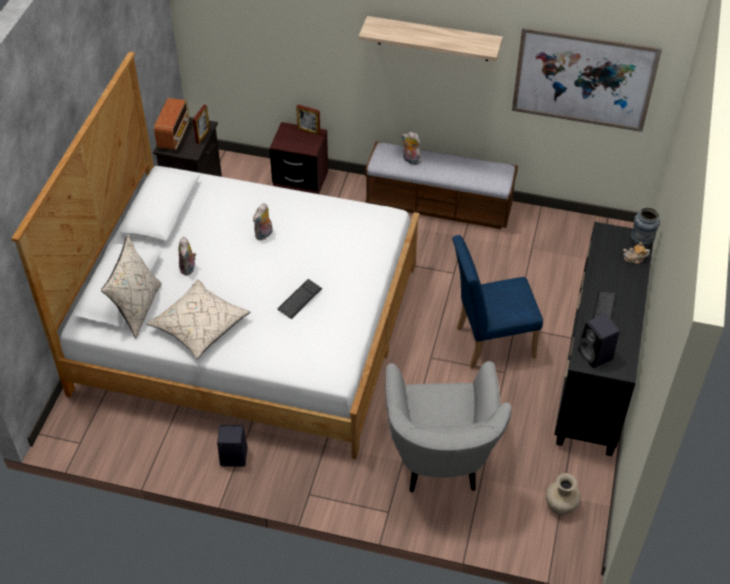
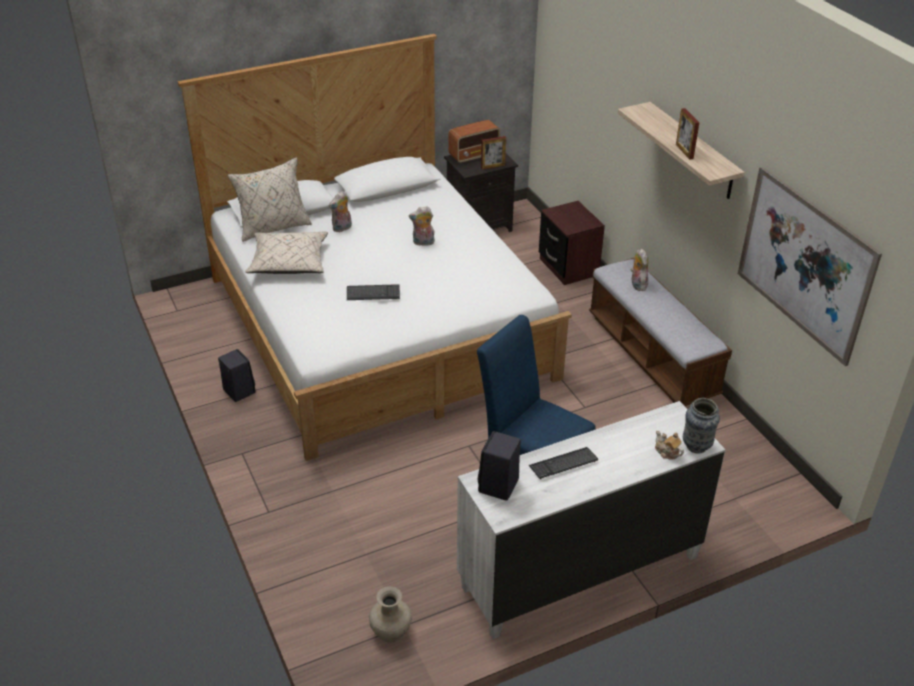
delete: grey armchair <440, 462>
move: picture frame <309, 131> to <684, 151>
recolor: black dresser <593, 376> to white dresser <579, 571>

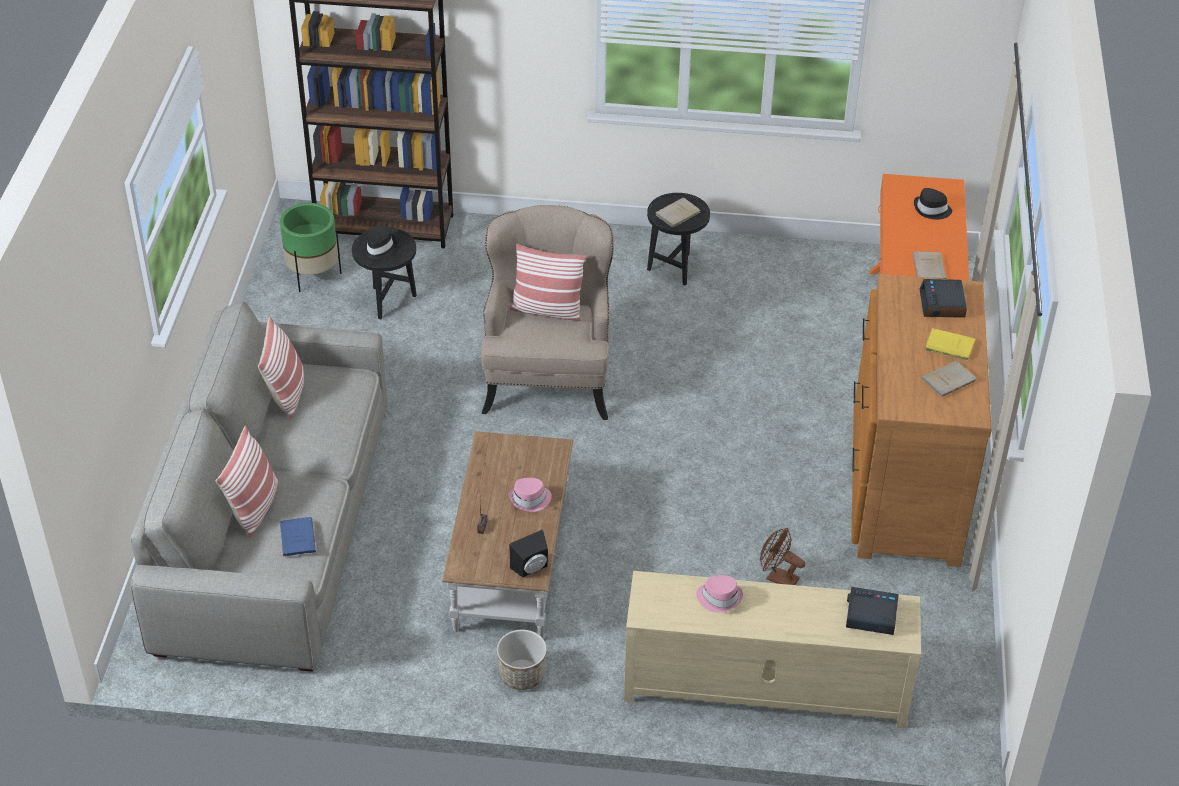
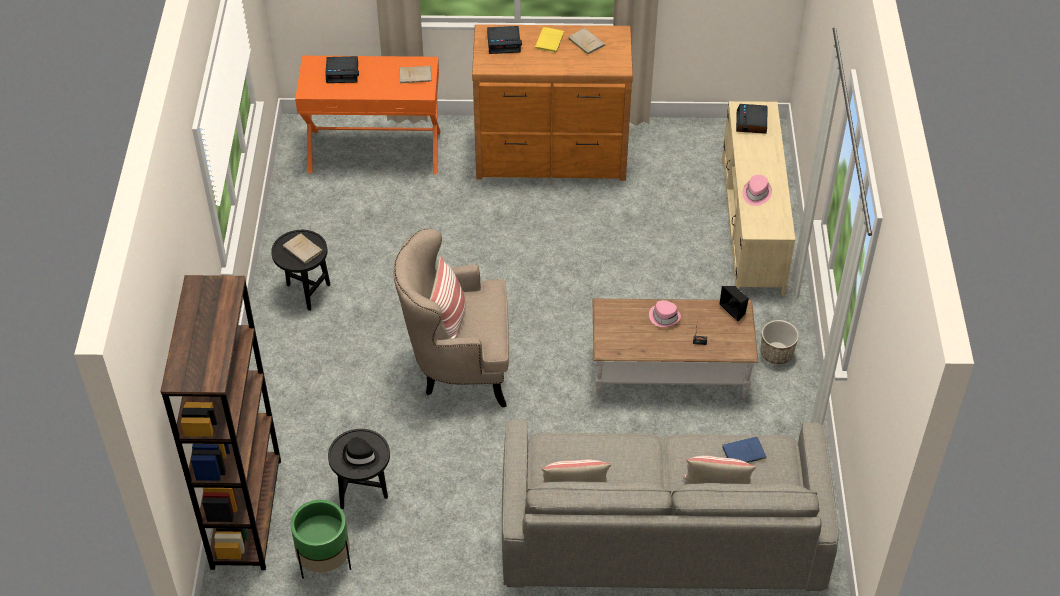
delete: brown fan <777, 578>
replace: black hat <931, 210> to alarm clock <342, 73>

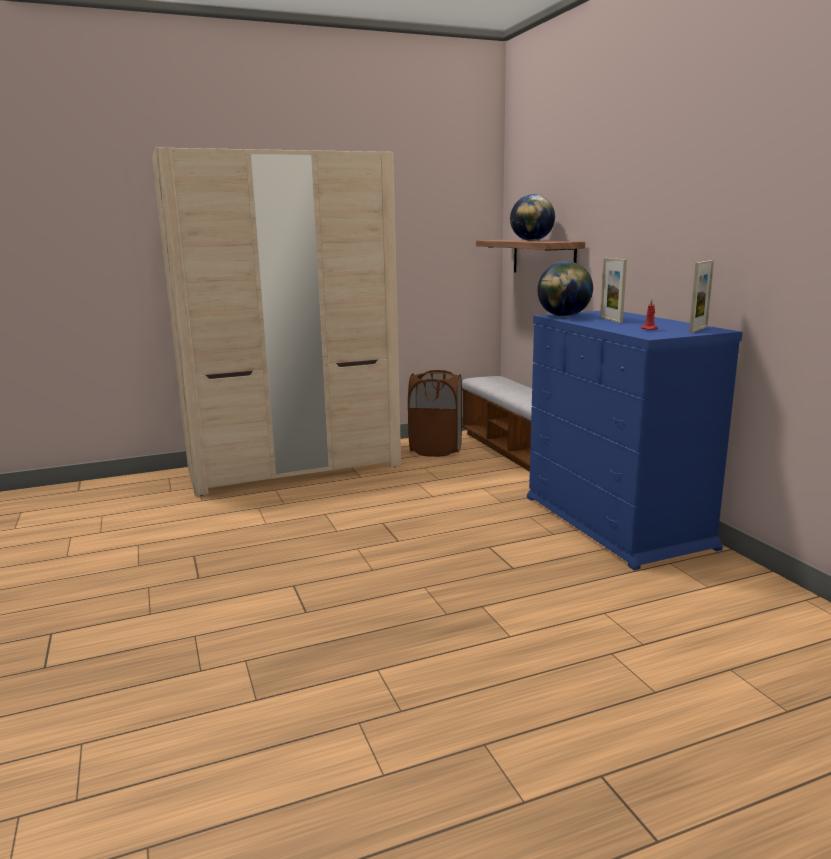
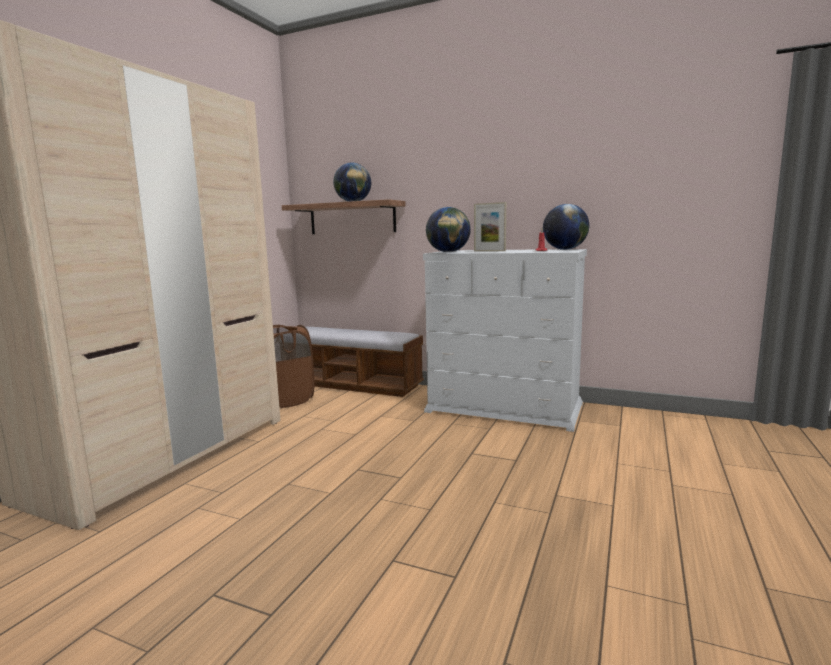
replace: picture frame <698, 329> to globe <565, 249>
recolor: blue dresser <616, 522> to white dresser <505, 408>

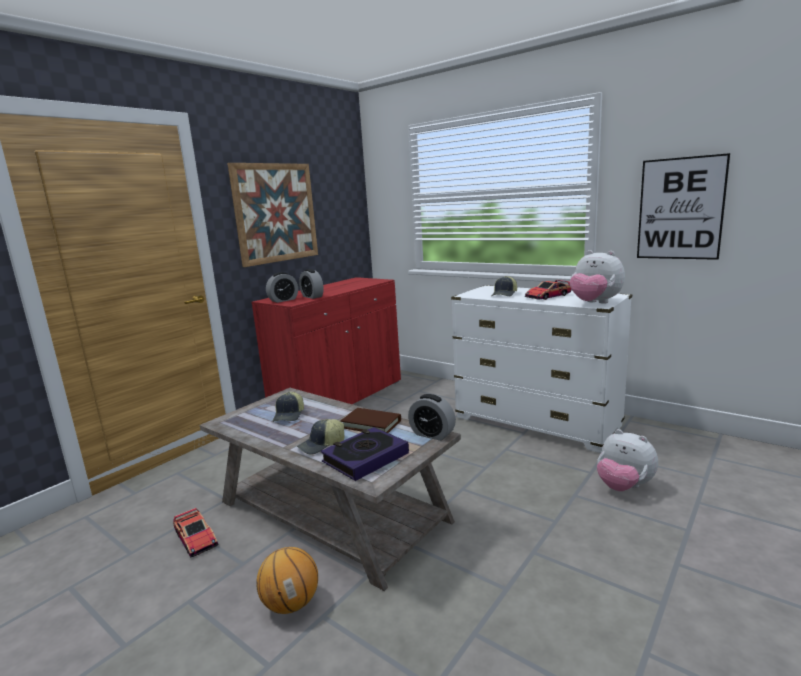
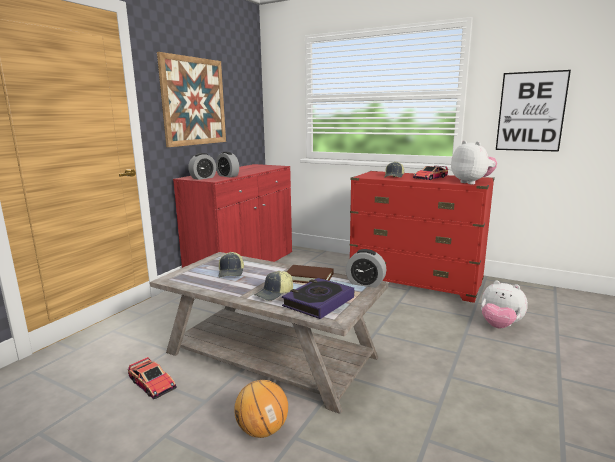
recolor: white dresser <536, 422> to red dresser <415, 282>
rotate: plush toy <594, 303> = <471, 182> 150 degrees counterclockwise

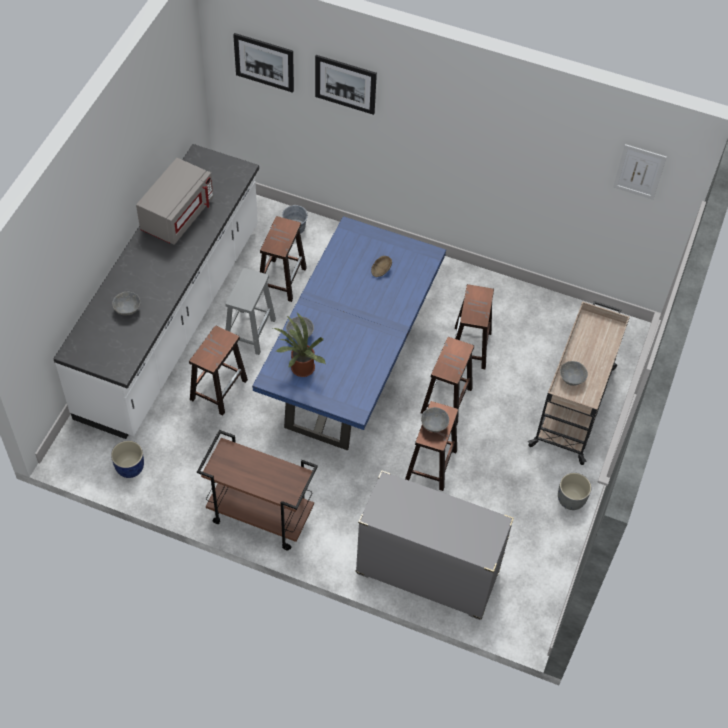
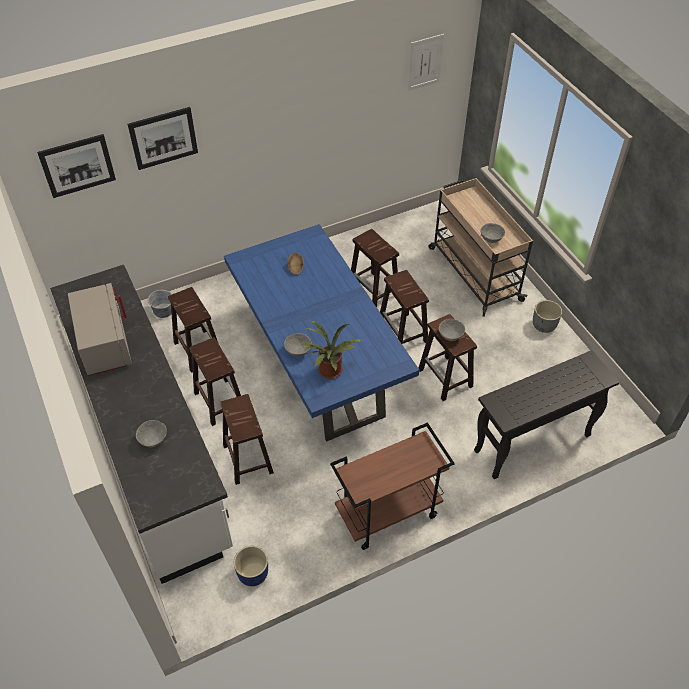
replace: grey dresser <427, 573> to black console table <531, 444>
recolor: grey stool <250, 331> to brown stool <219, 401>

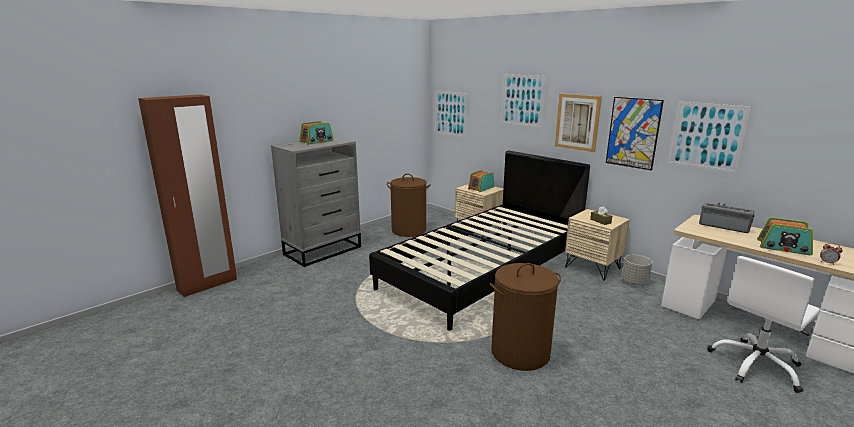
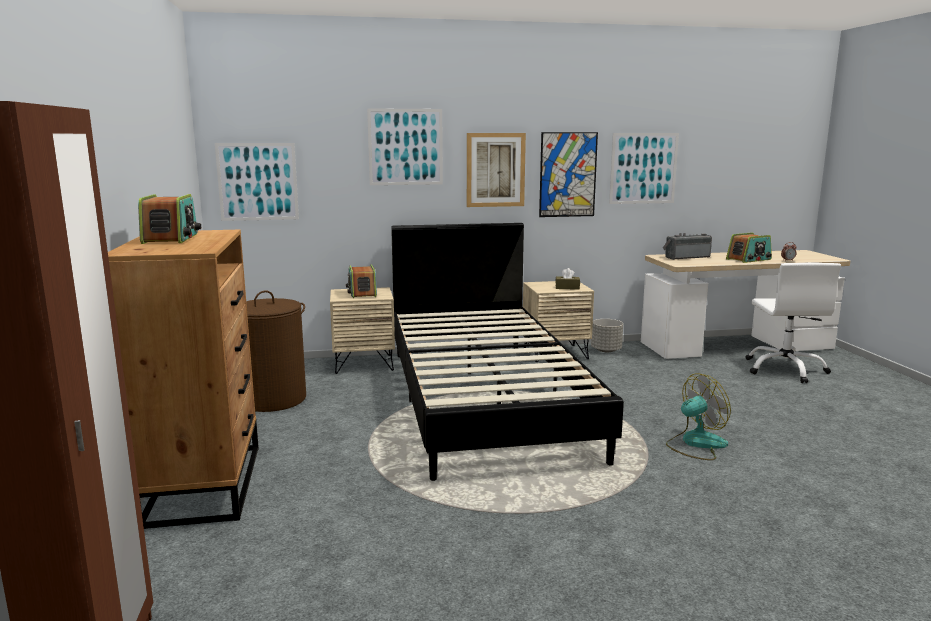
replace: brown laundry basket <520, 352> to fan <696, 444>
recolor: grey dresser <323, 250> to brown dresser <205, 483>

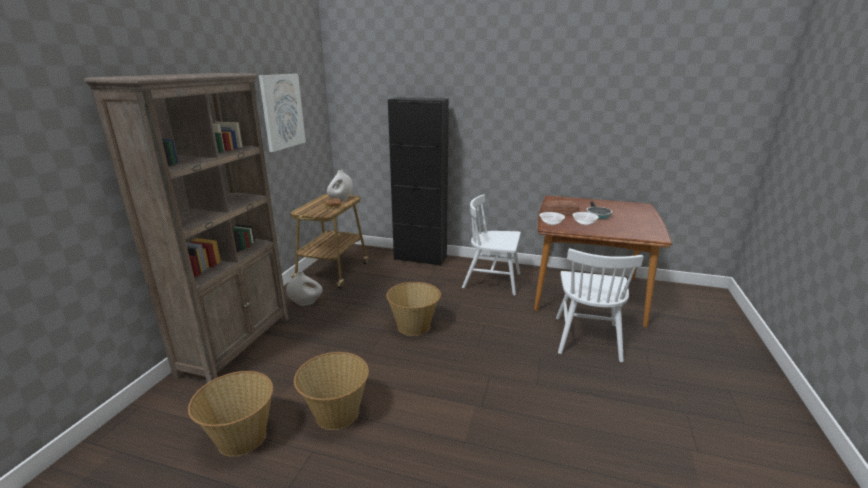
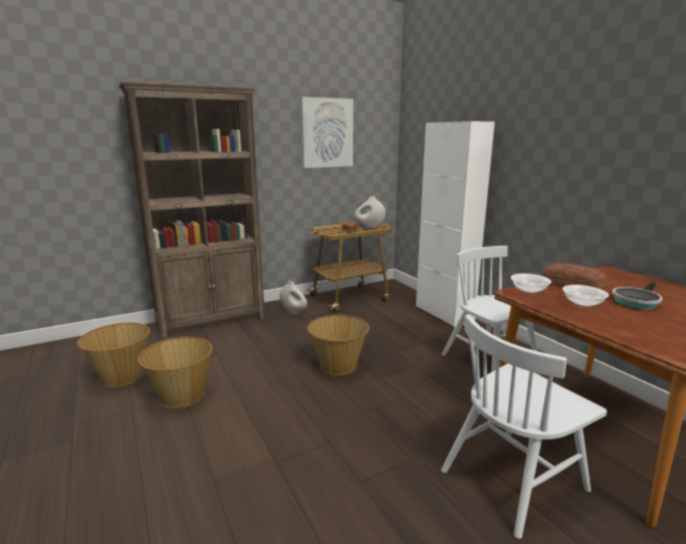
recolor: black cabinet <420, 258> to white cabinet <444, 314>

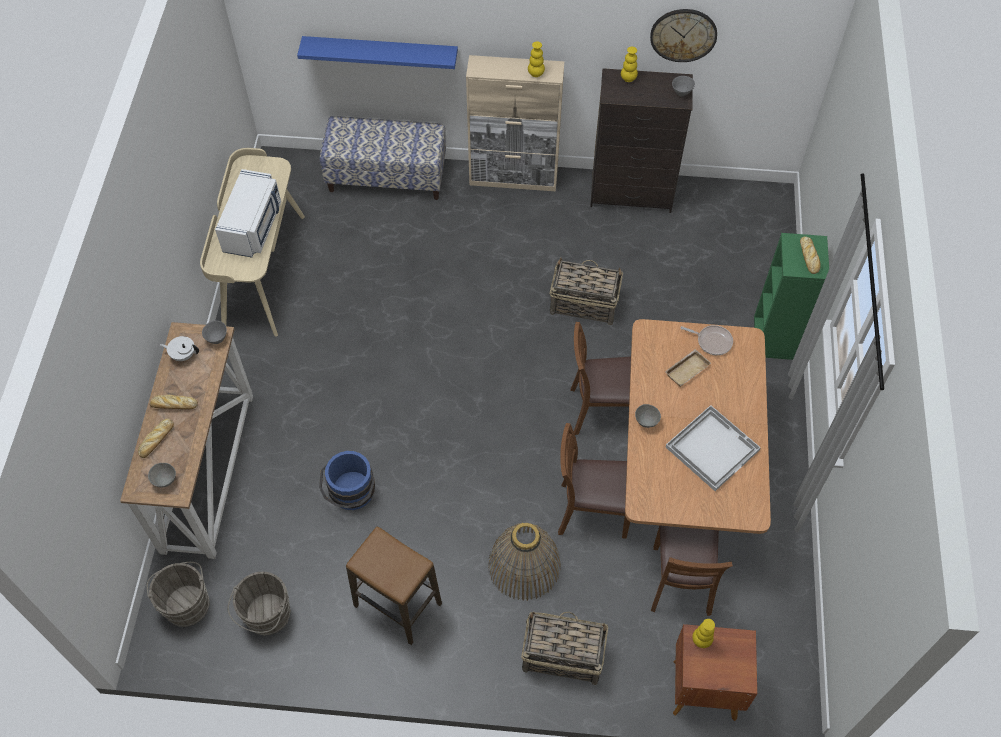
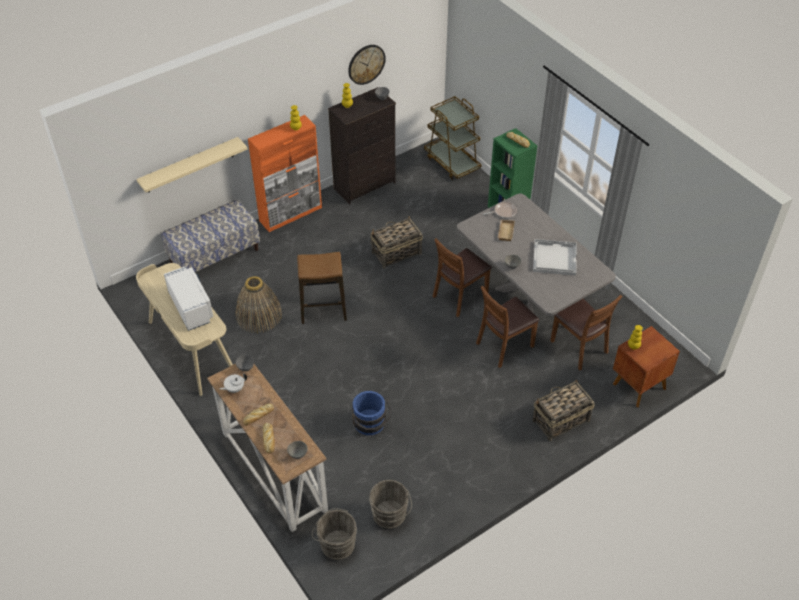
insert: brown cart <452, 163>
move: stool <397, 605> to <323, 310>; basket <524, 566> to <259, 315>
recolor: blue shelf <380, 52> to beige shelf <189, 165>; beige cabinet <514, 178> to orange cabinet <291, 214>; brown dining table <682, 469> to grey dining table <527, 297>

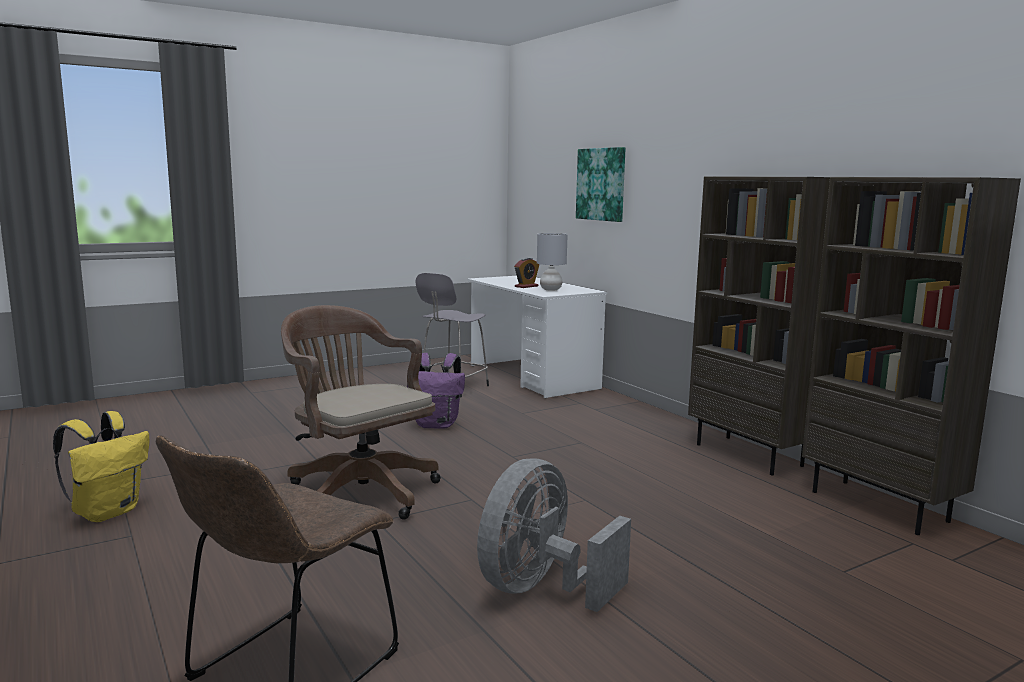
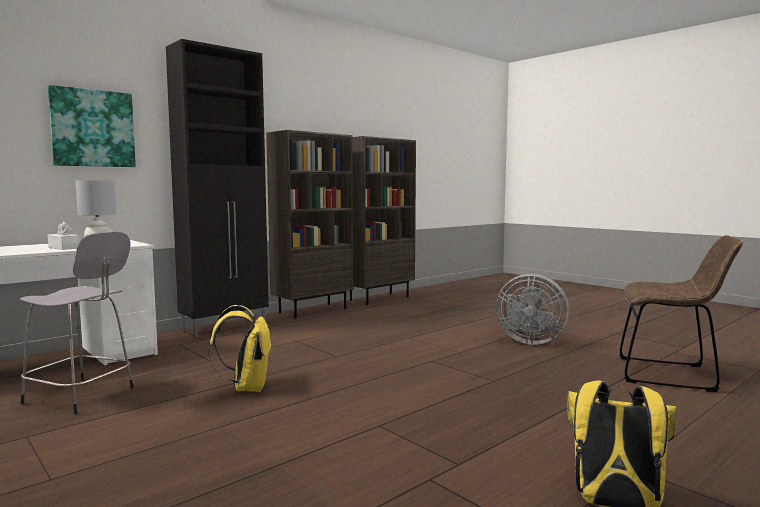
delete: brown office chair <358, 490>
insert: black cabinet <226, 327>
replace: alarm clock <526, 286> to white tissue box <63, 248>
recolor: purple backpack <437, 424> to yellow backpack <247, 388>

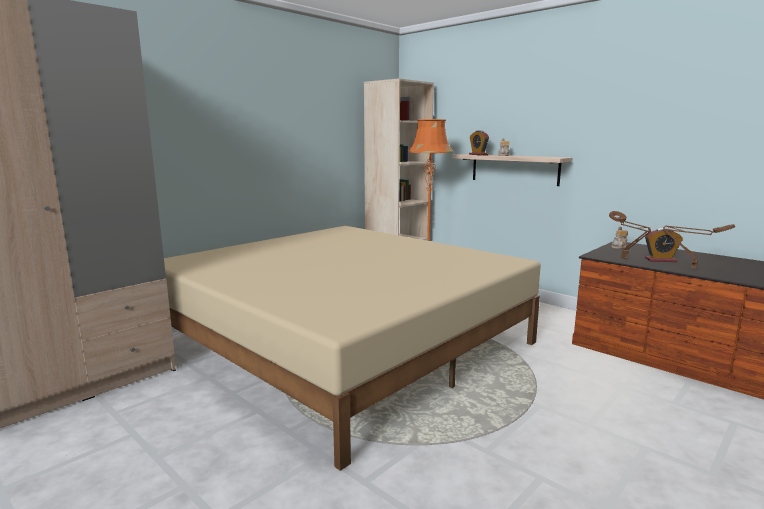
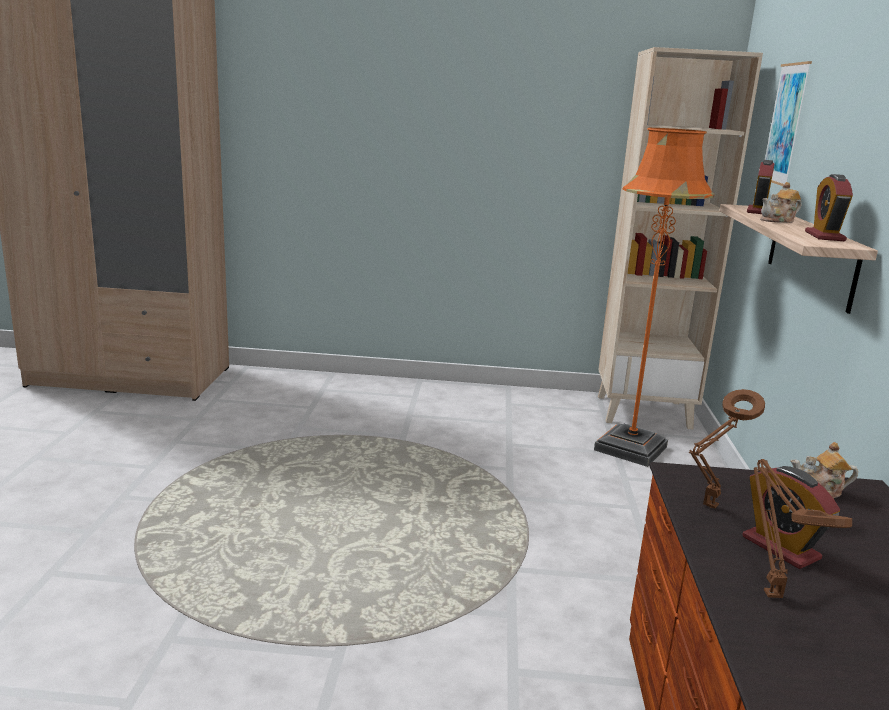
delete: beige bed <344, 342>
insert: picture <785, 124>; alarm clock <824, 236>

